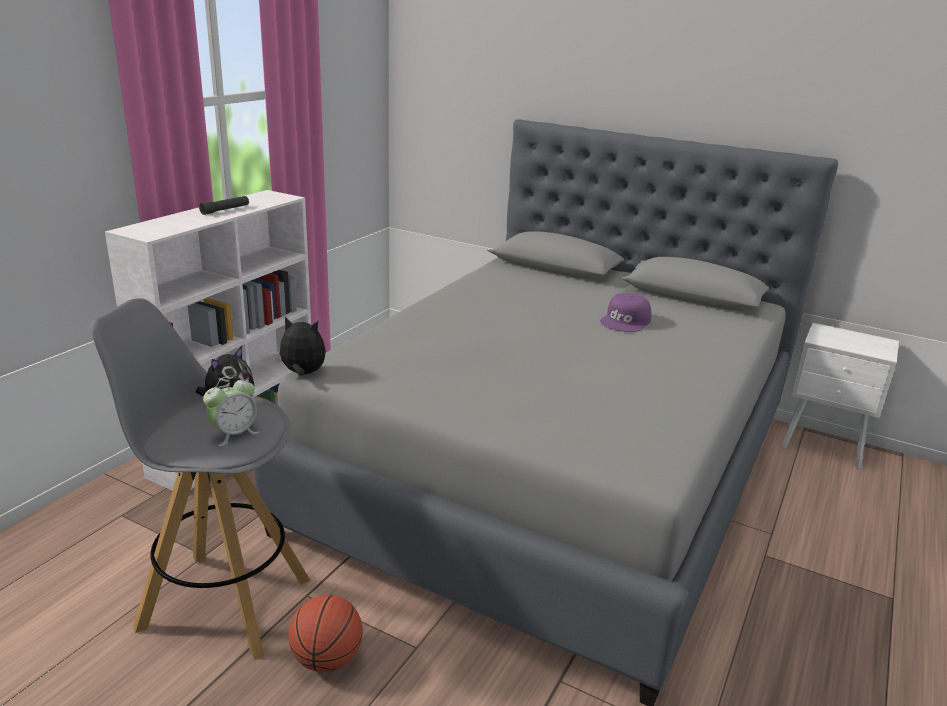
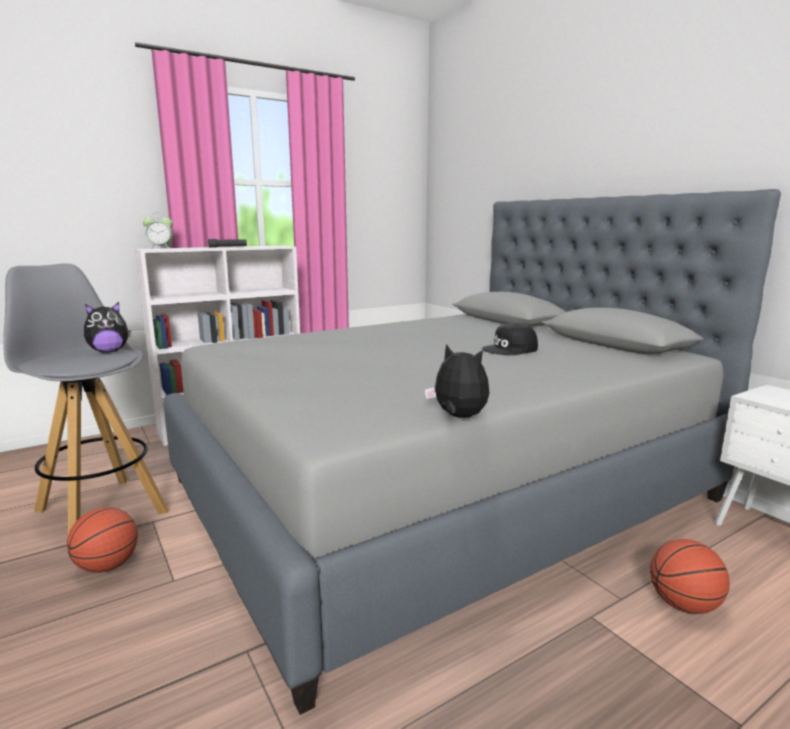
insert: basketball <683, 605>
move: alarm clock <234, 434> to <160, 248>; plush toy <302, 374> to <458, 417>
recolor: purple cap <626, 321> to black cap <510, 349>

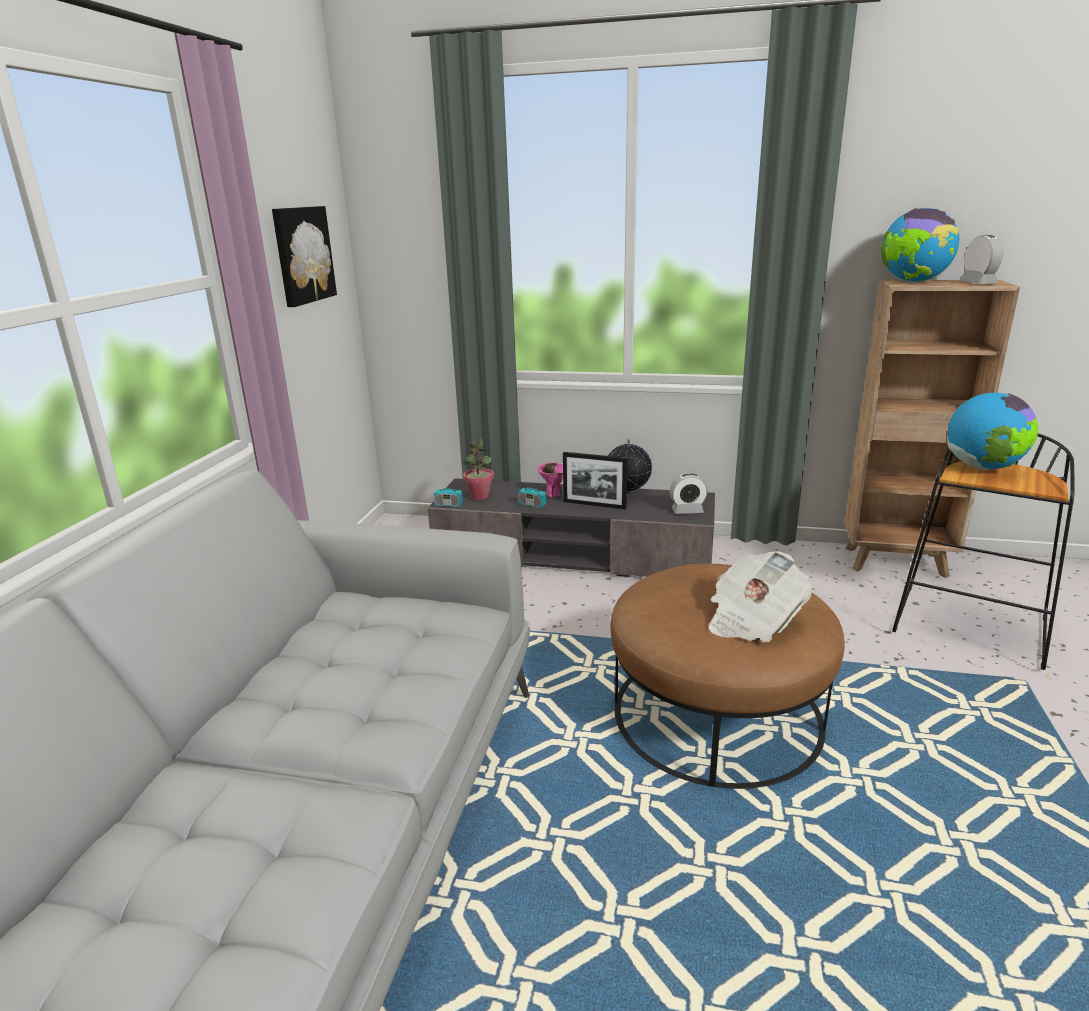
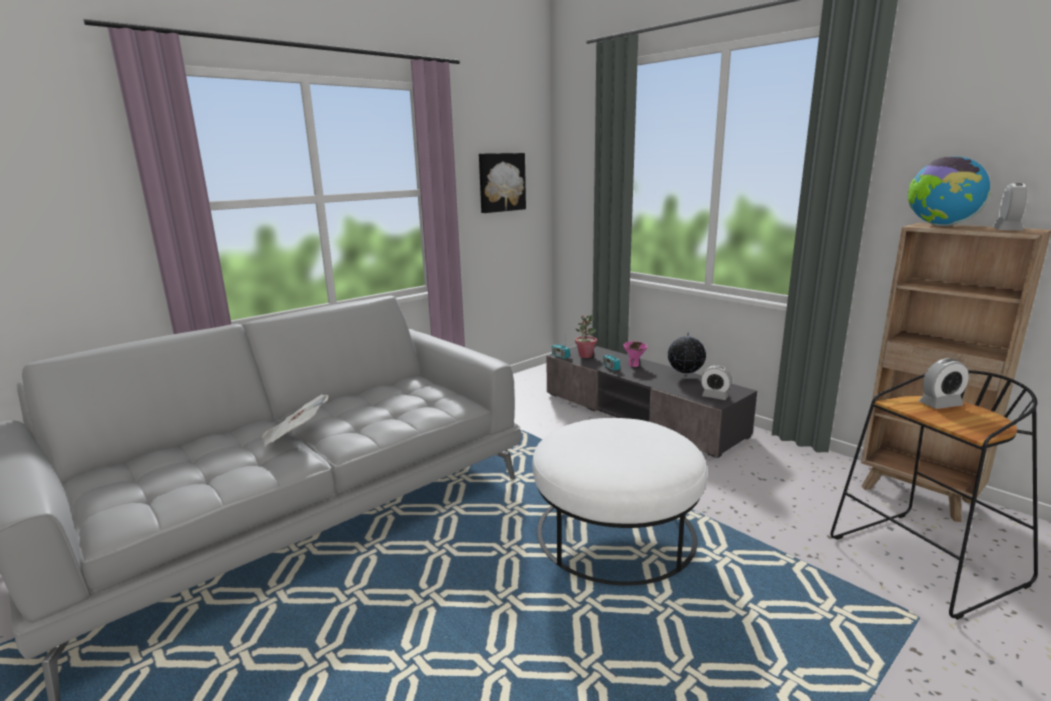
delete: picture frame <594, 504>
move: newspaper <752, 620> to <295, 437>
replace: globe <983, 468> to alarm clock <940, 404>
recolor: brown ottoman <717, 713> to white ottoman <616, 532>

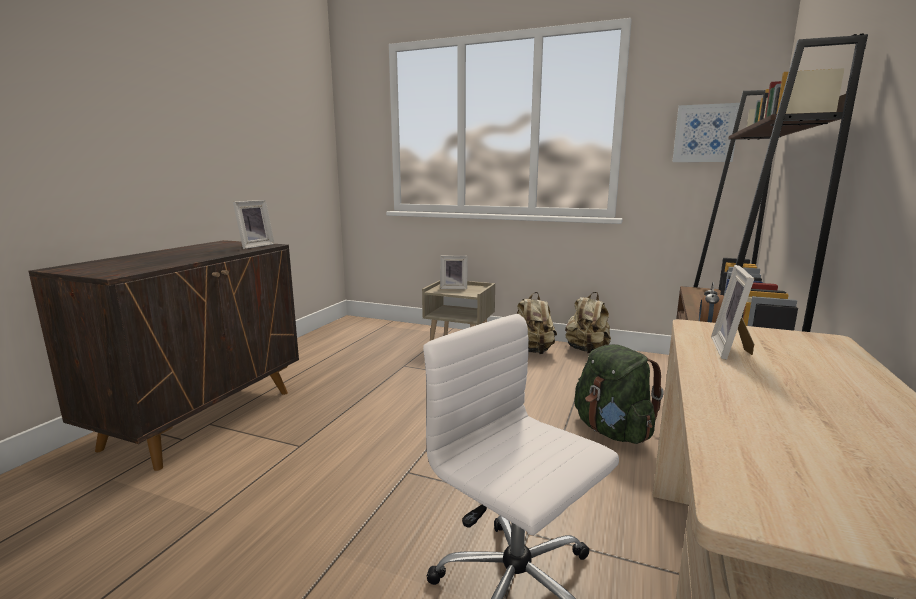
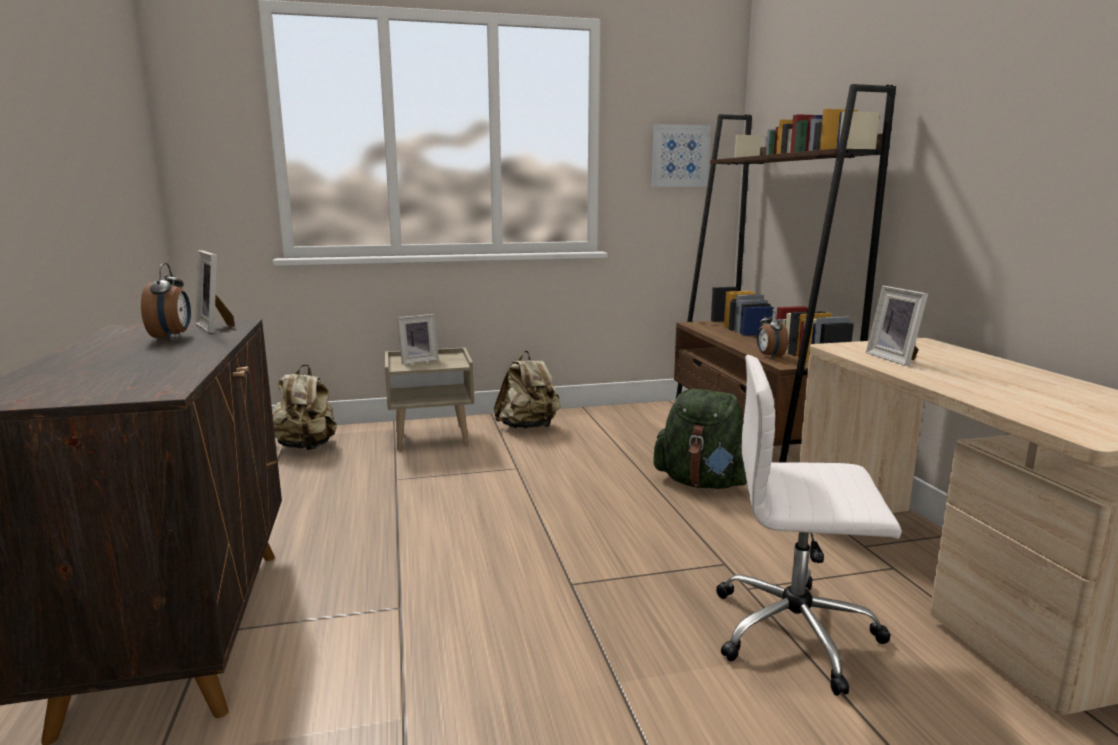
insert: alarm clock <172, 337>
move: beige backpack <587, 351> to <307, 447>
rotate: picture frame <254, 246> = <217, 327> 150 degrees clockwise

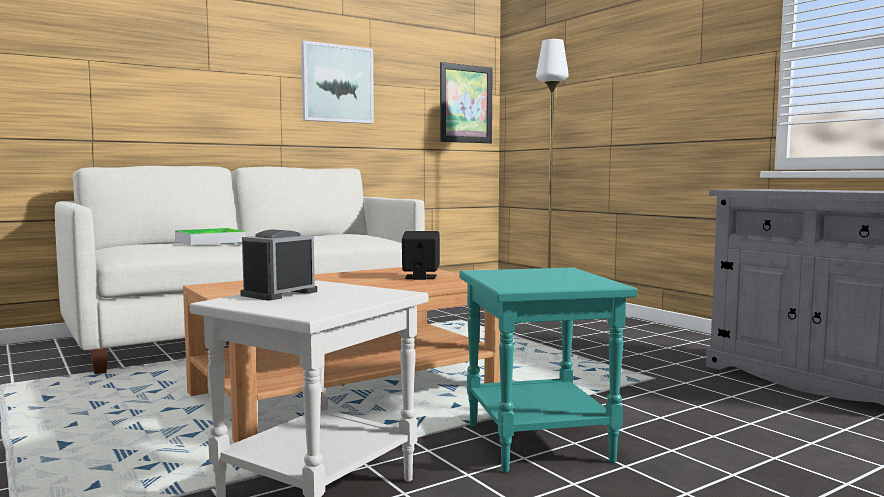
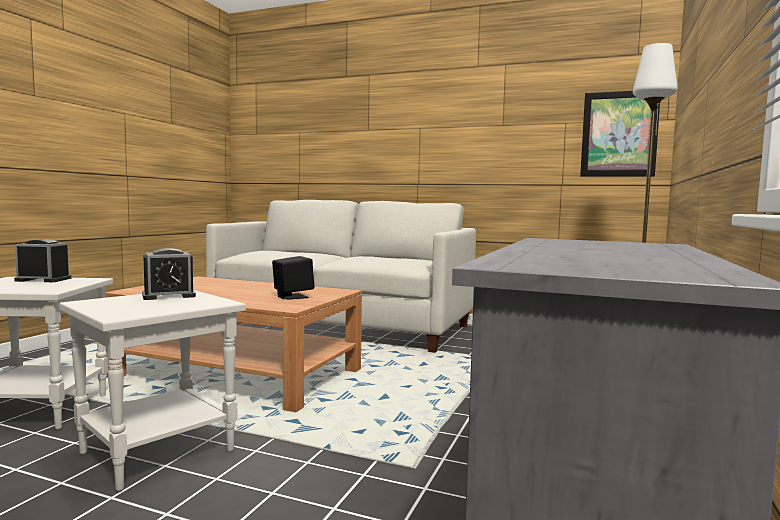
delete: tray <210, 241>; picture <337, 84>
insert: alarm clock <168, 295>
recolor: turquoise side table <535, 442> to white side table <158, 450>

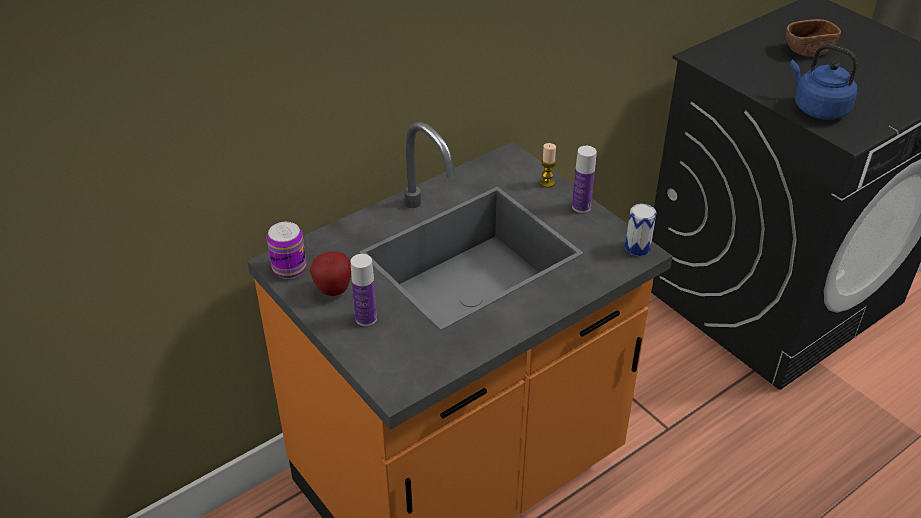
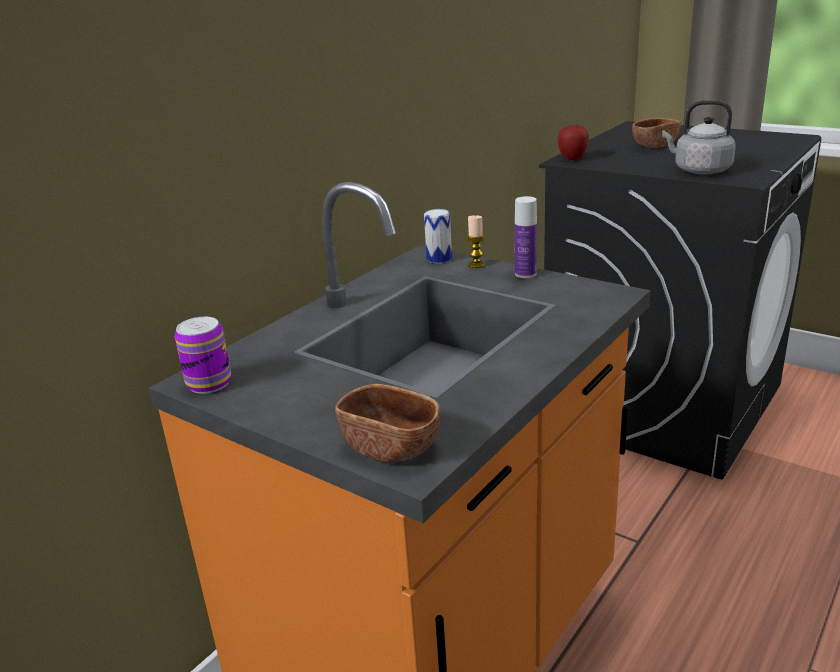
delete: bottle <366, 318>
insert: brown bowl <390, 446>
move: apple <333, 290> to <572, 158>; can <637, 248> to <439, 258>
recolor: blue kettle <817, 108> to grey kettle <699, 170>

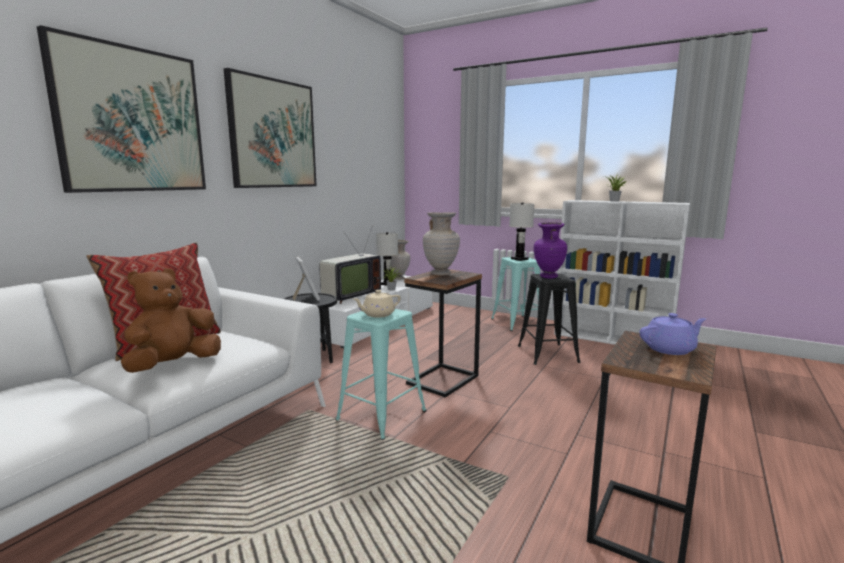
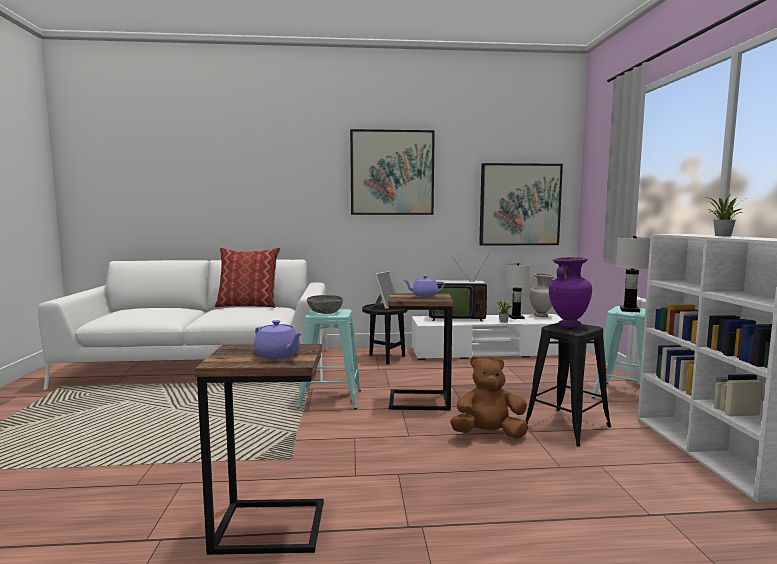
move: picture <132, 120> to <519, 204>; brown plush toy <173, 365> to <488, 434>
replace: beige teapot <377, 314> to grey bowl <325, 312>; beige vase <441, 274> to purple teapot <424, 295>

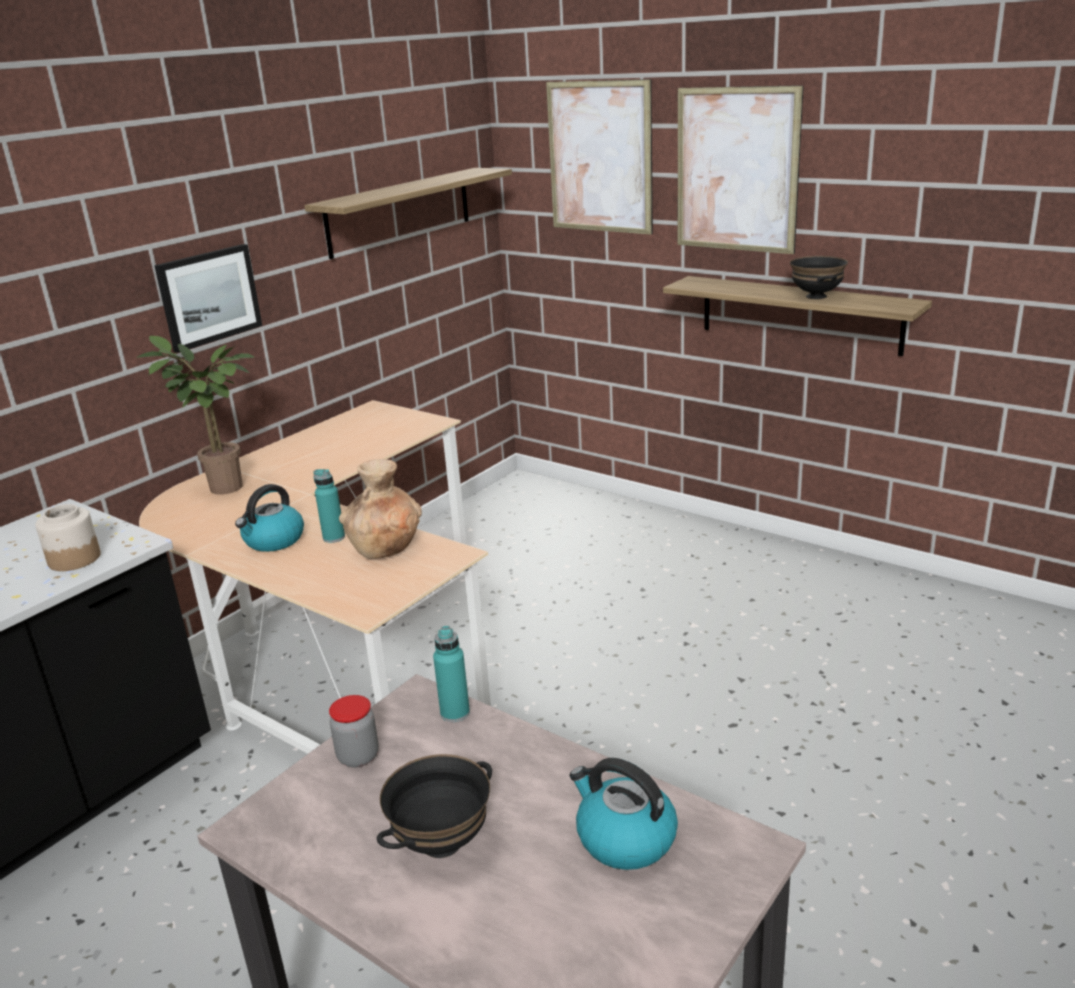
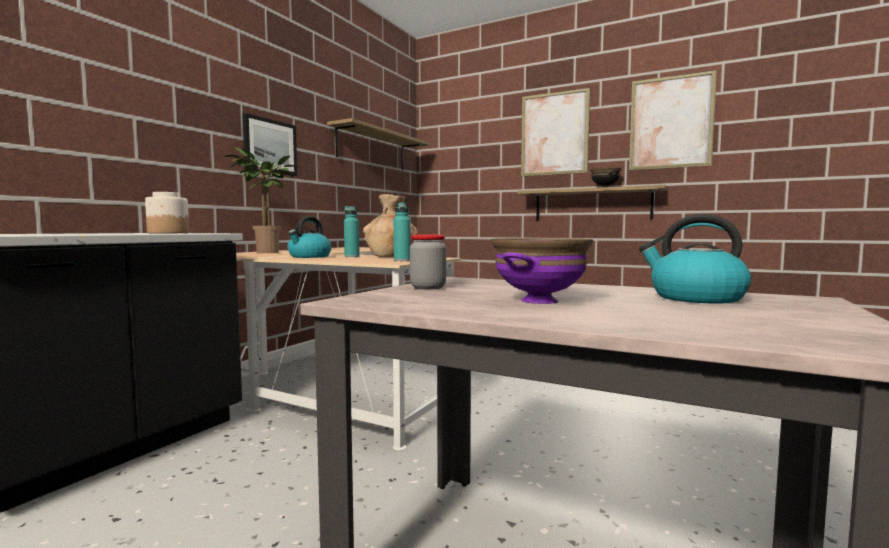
move: turquoise bottle <455, 713> to <402, 260>; picture <599, 157> to <670, 122>
recolor: black bowl <442, 844> to purple bowl <540, 301>

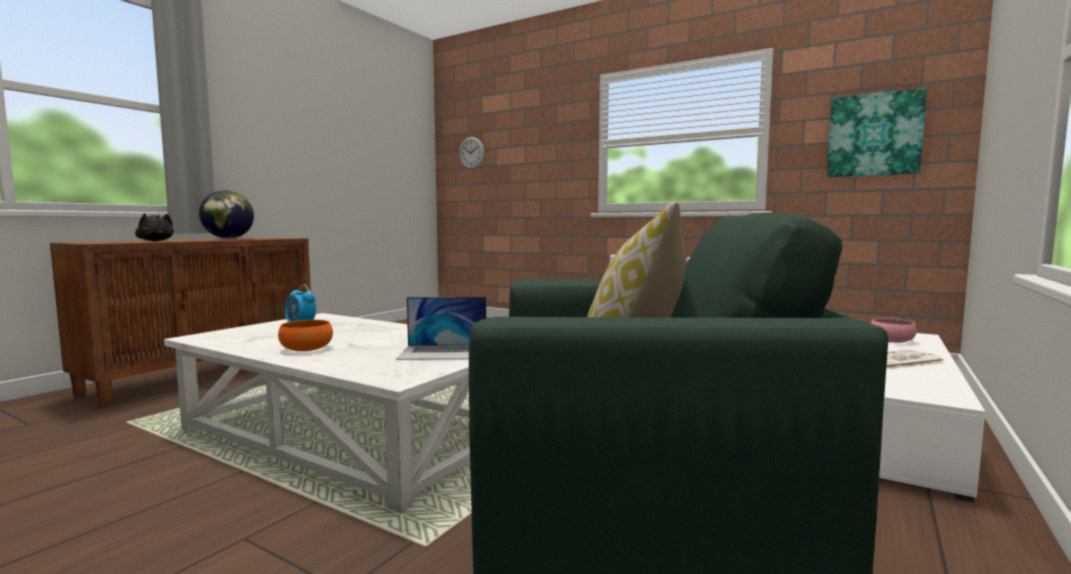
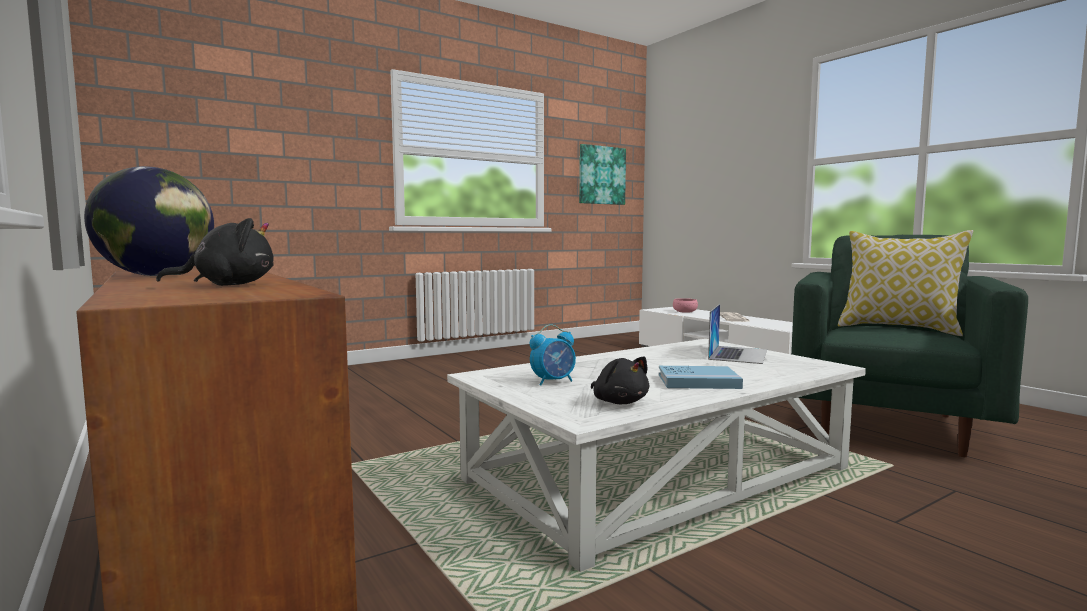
delete: wall clock <471, 153>
insert: black plush toy <619, 402>
replace: orange bowl <306, 348> to blue book <698, 381>

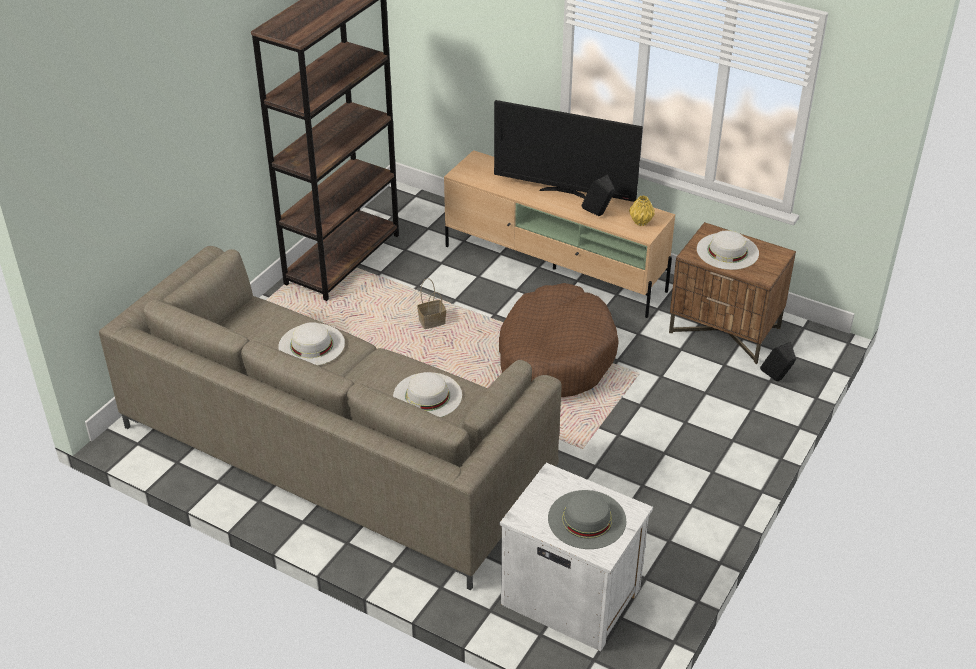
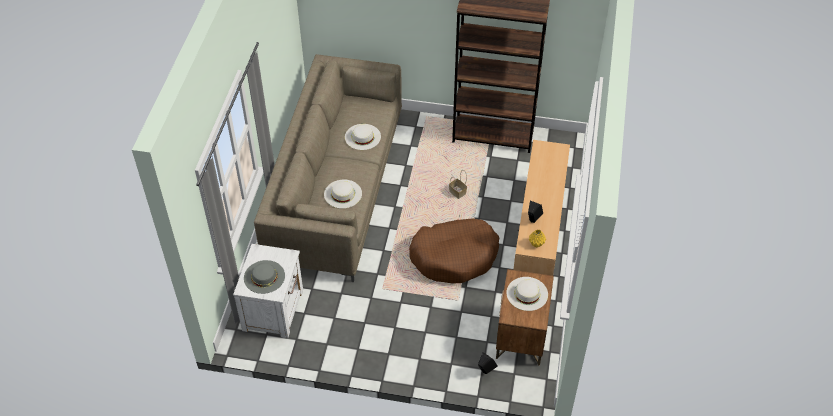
delete: television <564, 192>

